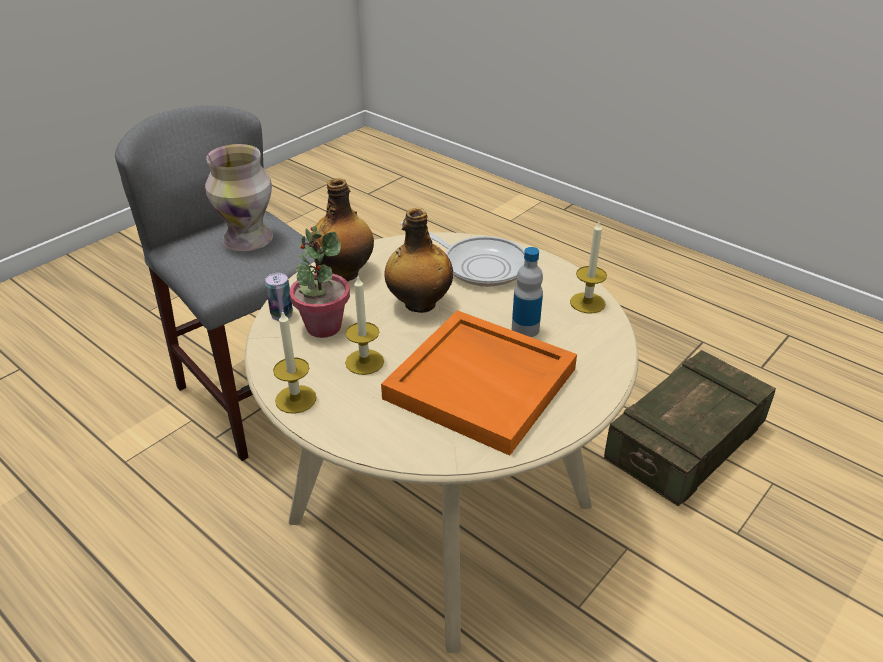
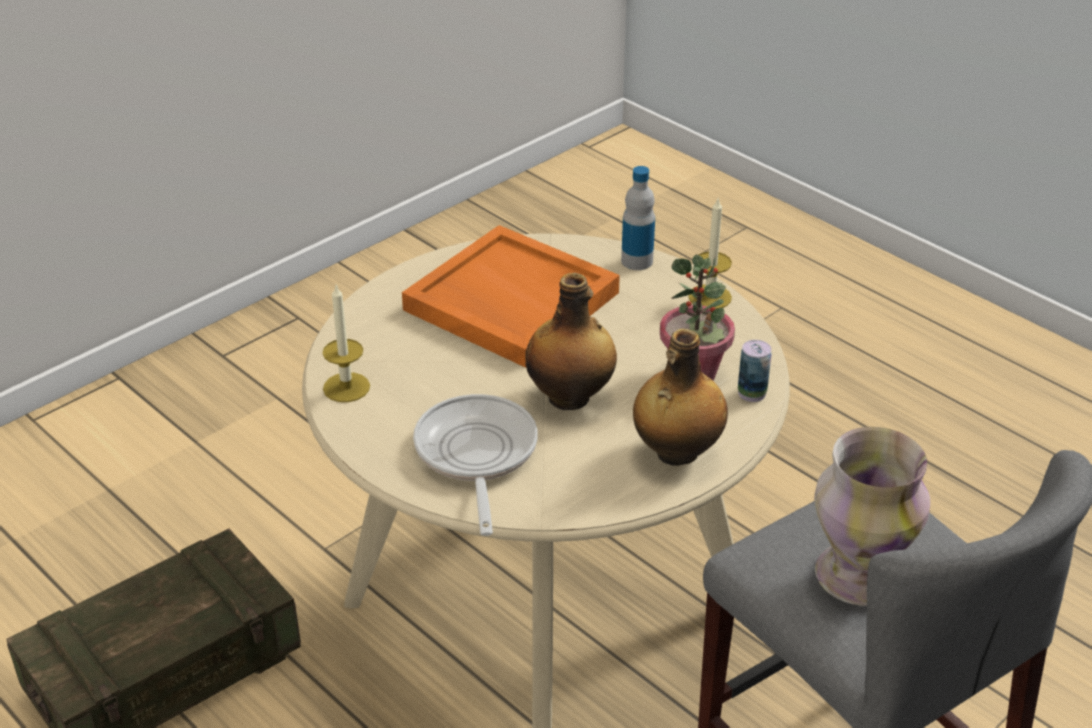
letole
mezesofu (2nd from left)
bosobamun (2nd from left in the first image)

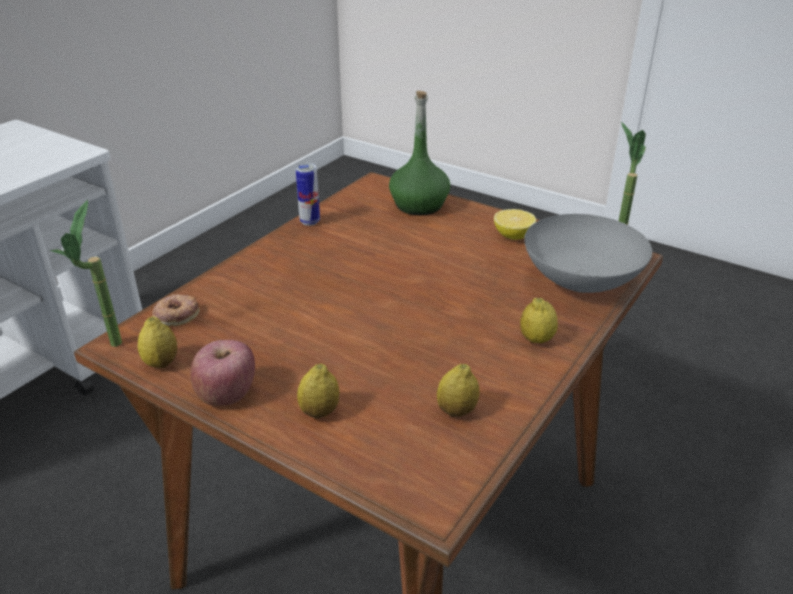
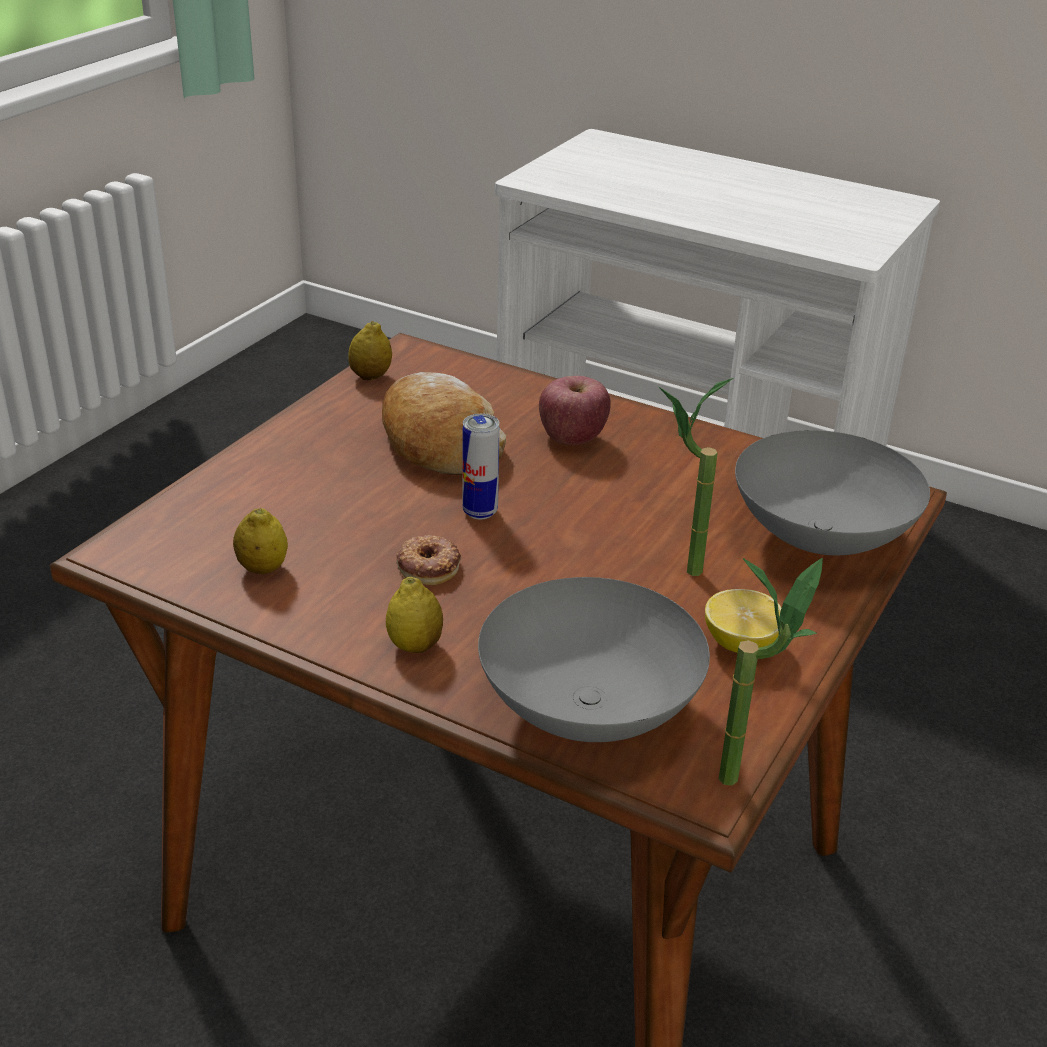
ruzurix
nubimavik
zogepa
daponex
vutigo (1st from left)
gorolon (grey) (2nd from left)
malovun (2nd from left in the first image)

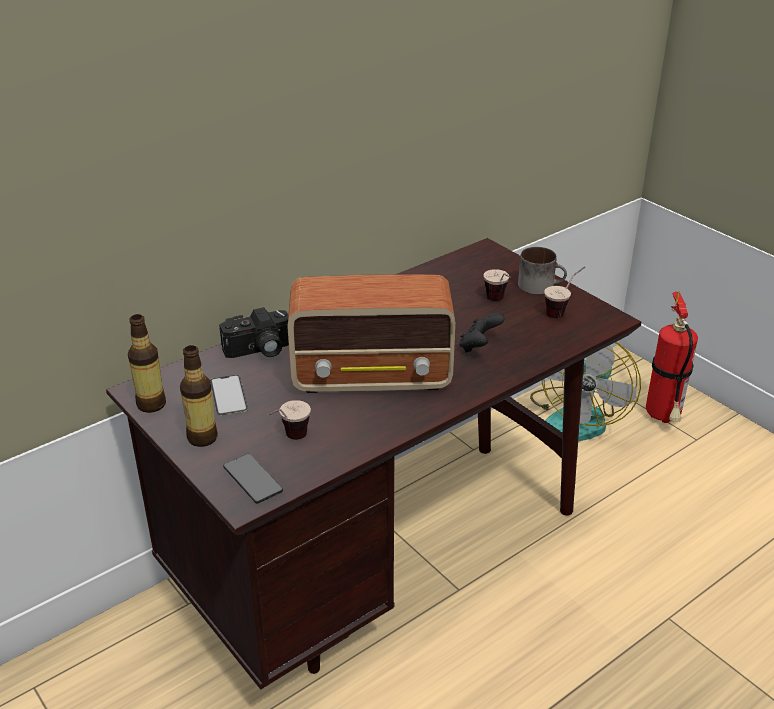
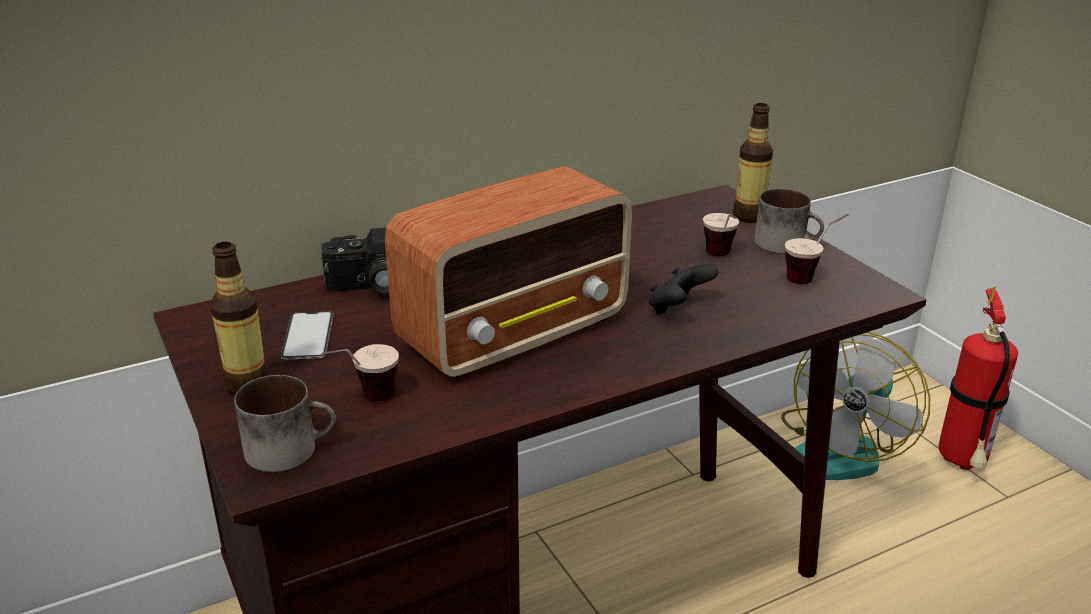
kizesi (1st from left)
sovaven
mezesofu (2nd from left)

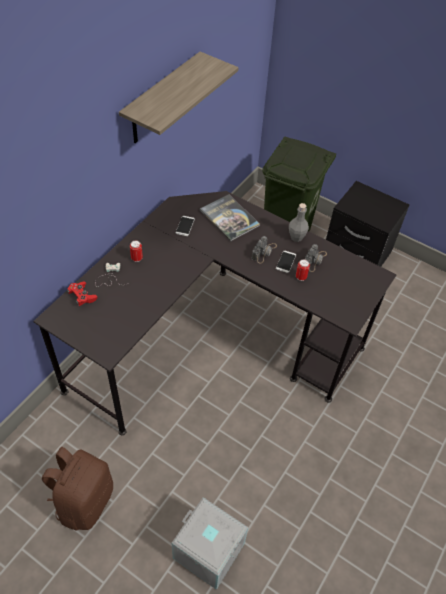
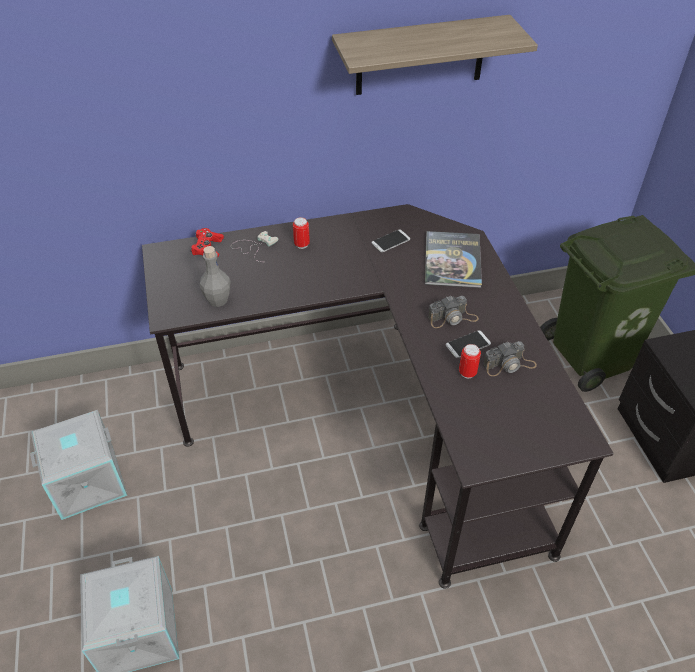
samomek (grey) (1st from left)
mezesofu (grey)

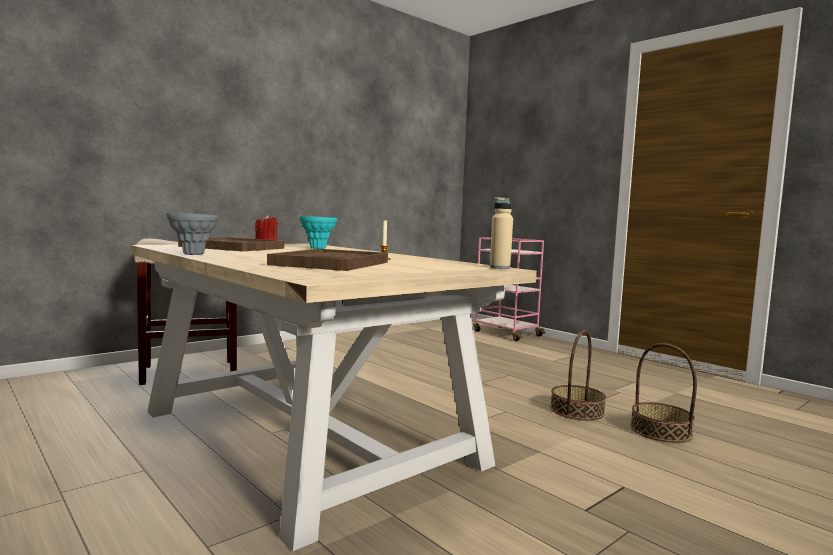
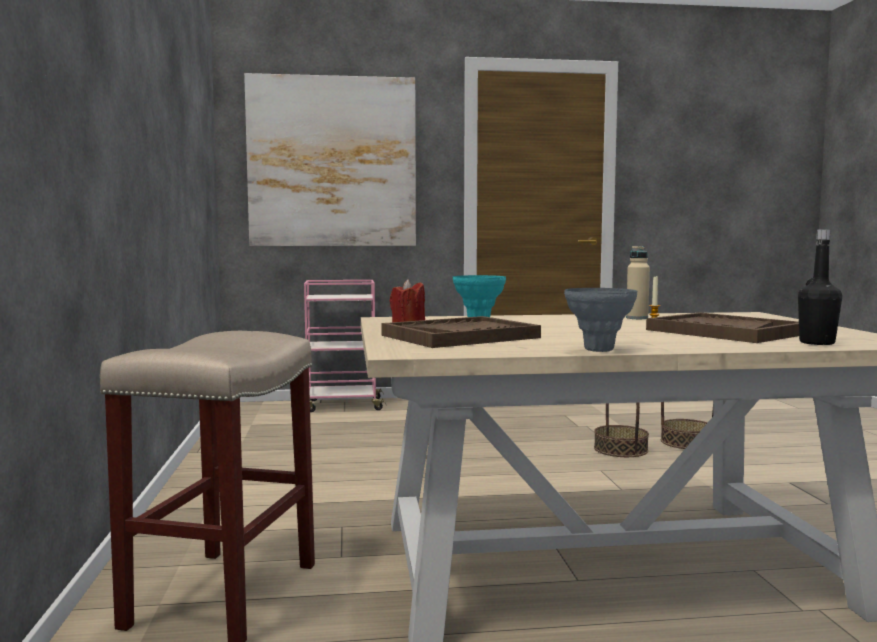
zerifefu
mezesofu (beige)
mezesofu (black)

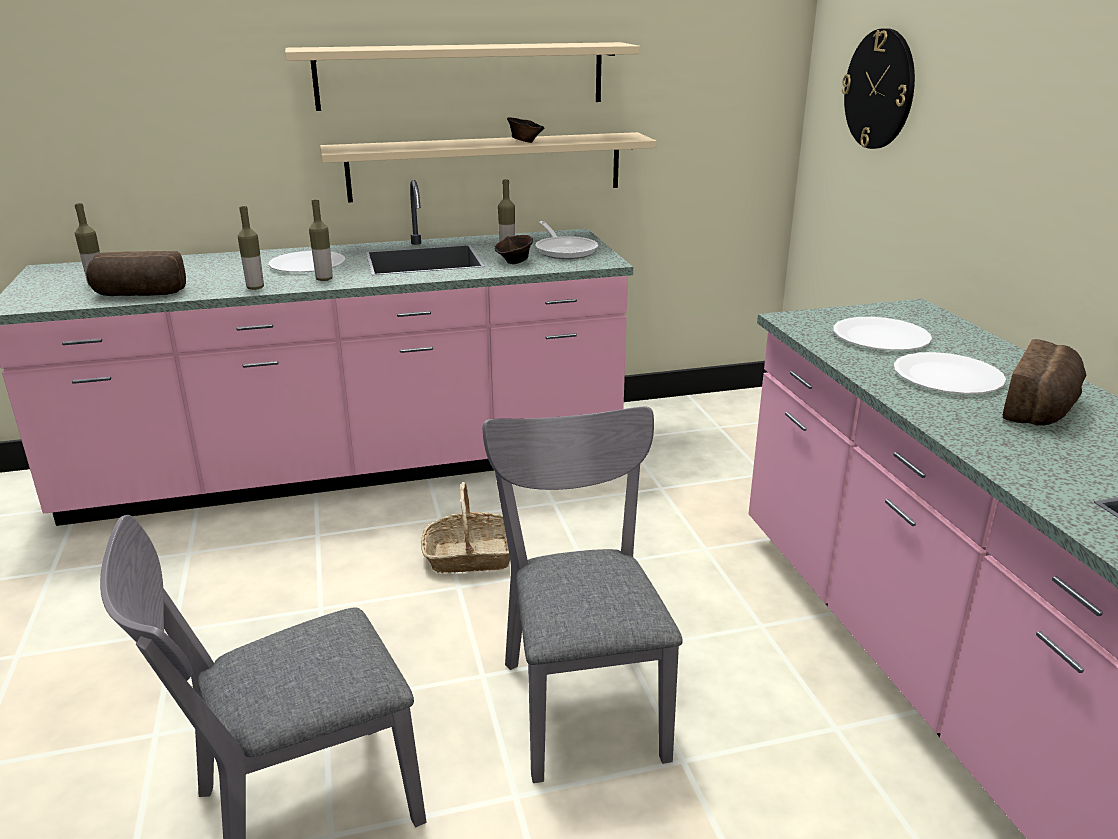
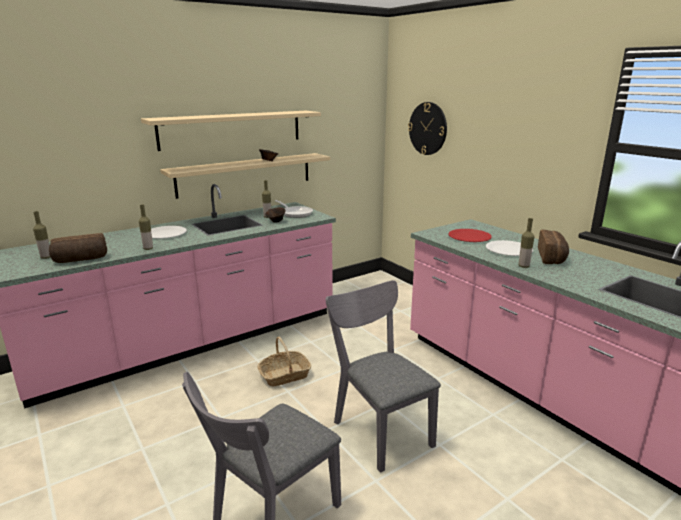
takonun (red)
mezesofu (4th from left)

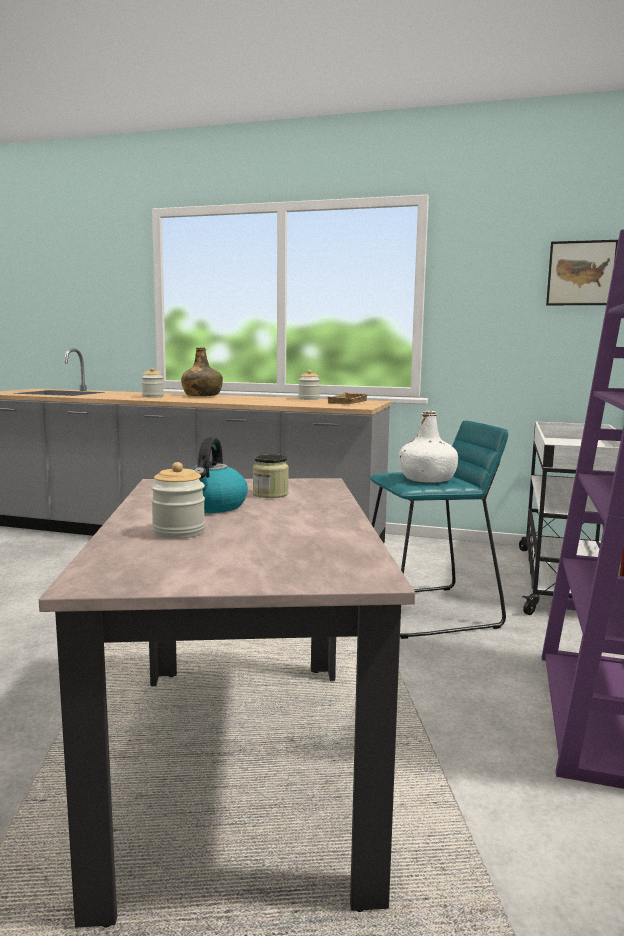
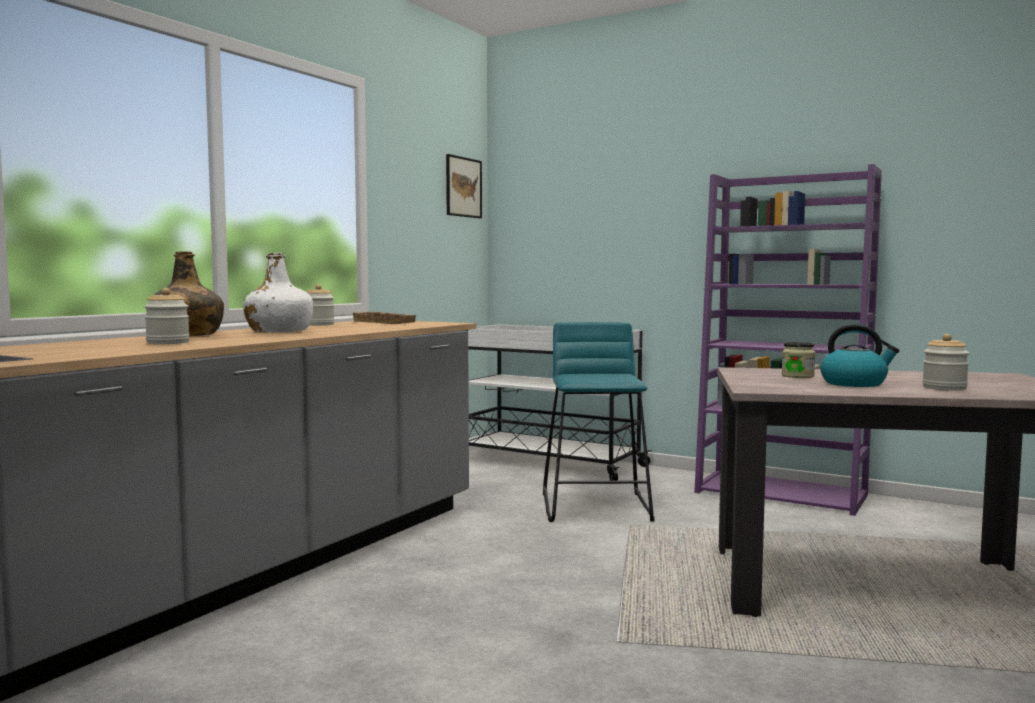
mezesofu (white)

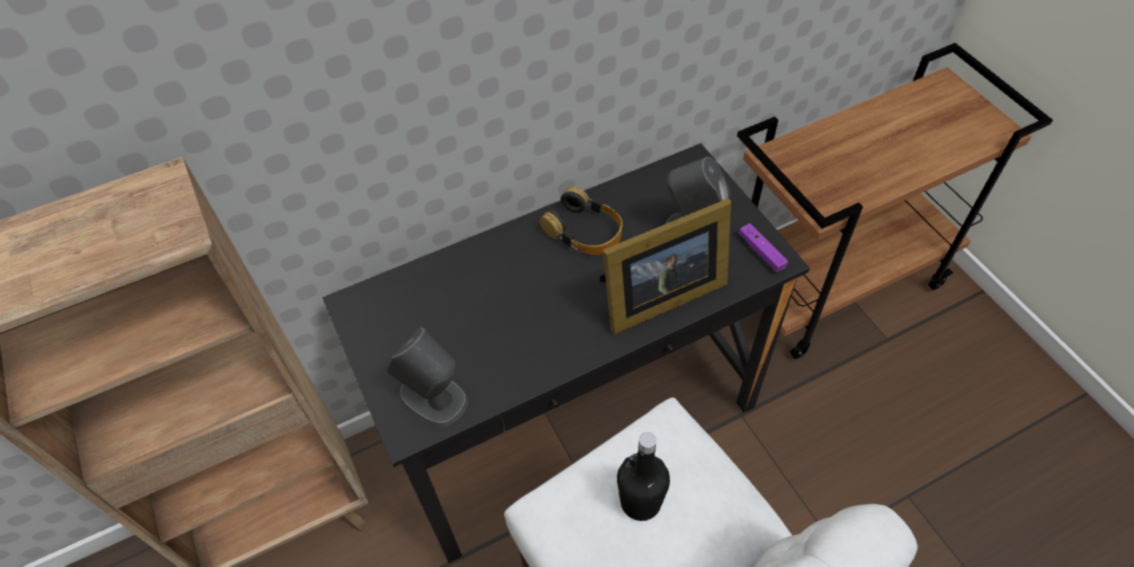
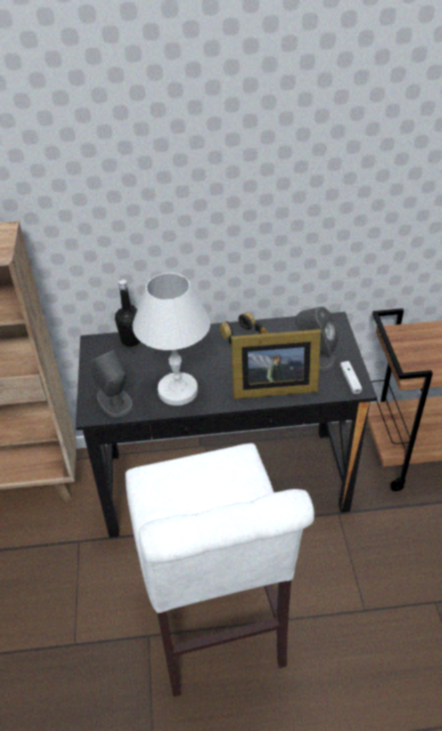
mezesofu (black)
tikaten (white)
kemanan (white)

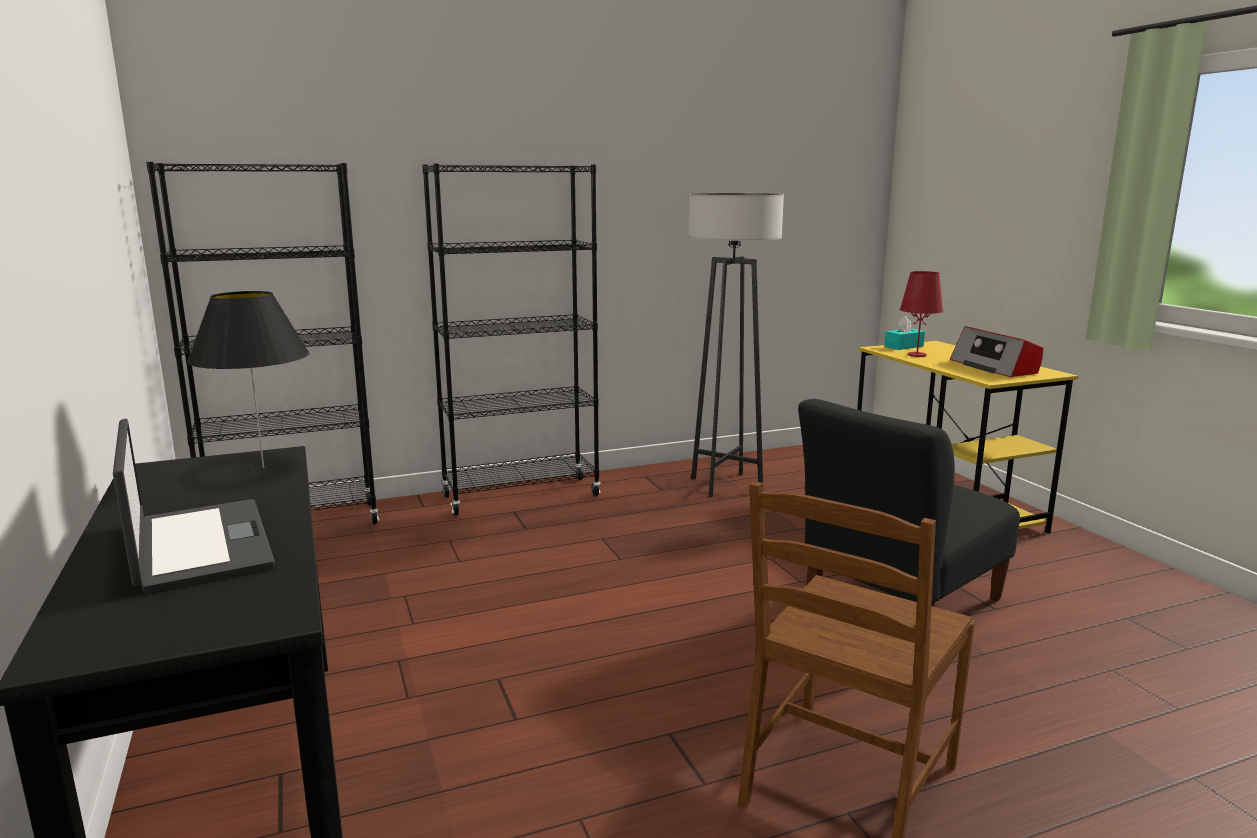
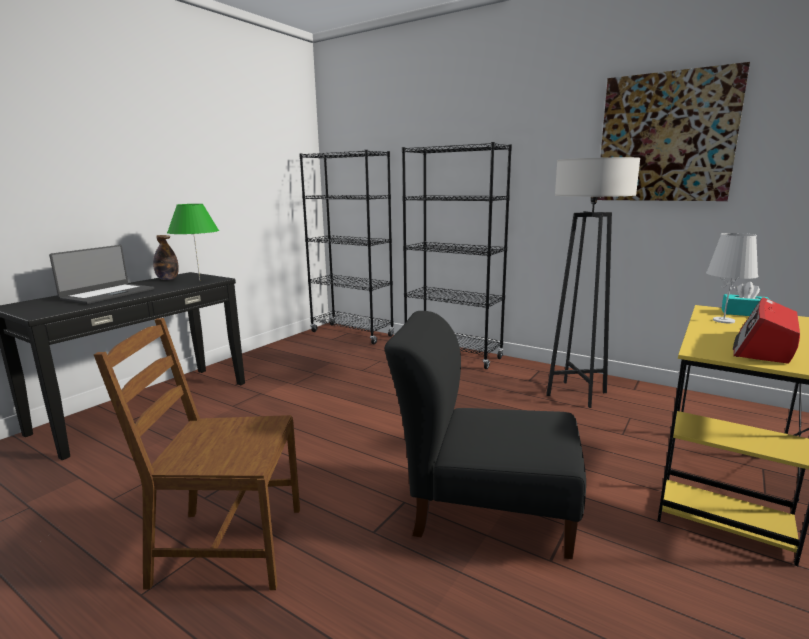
mezesofu
tikaten (green)
zerifefu
tikaten (white)

